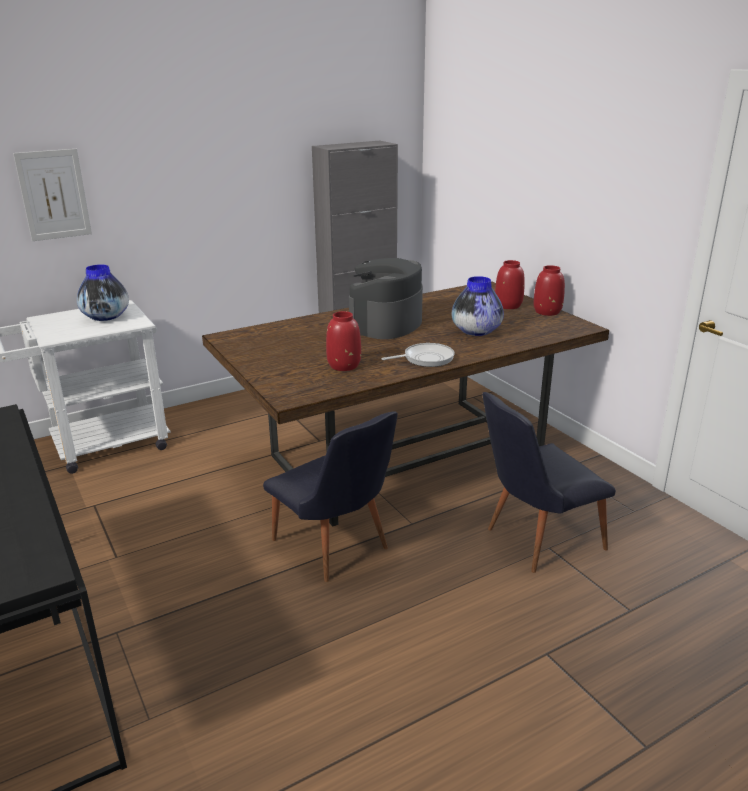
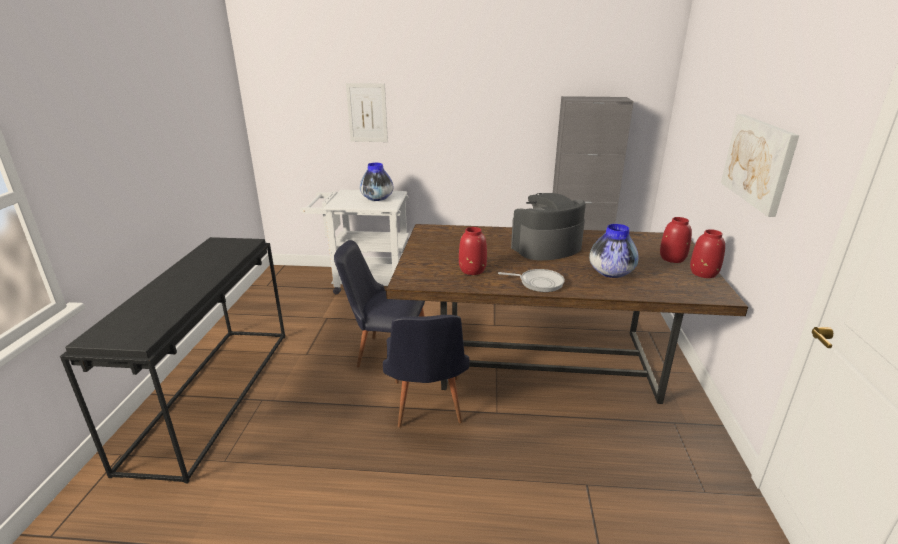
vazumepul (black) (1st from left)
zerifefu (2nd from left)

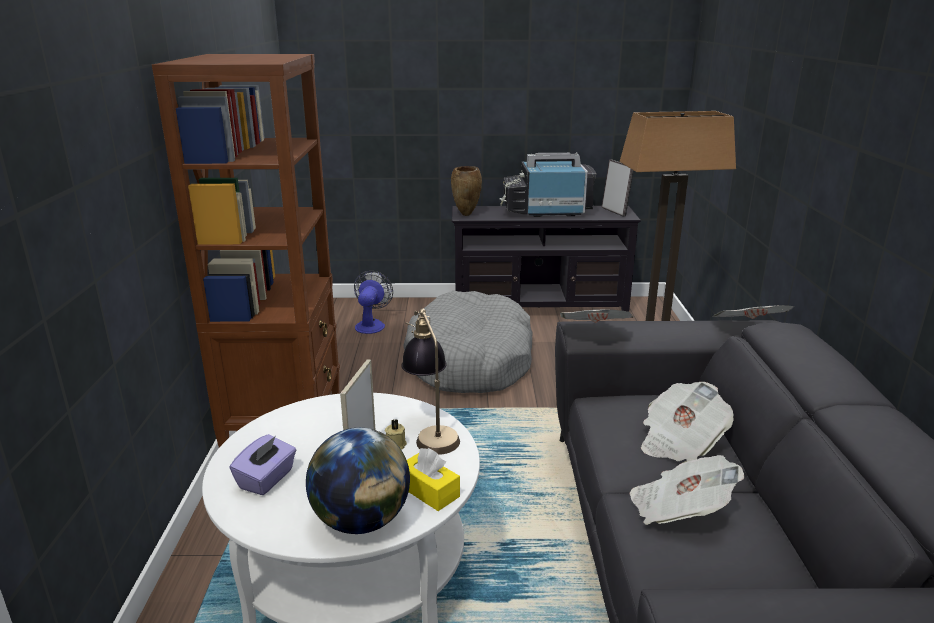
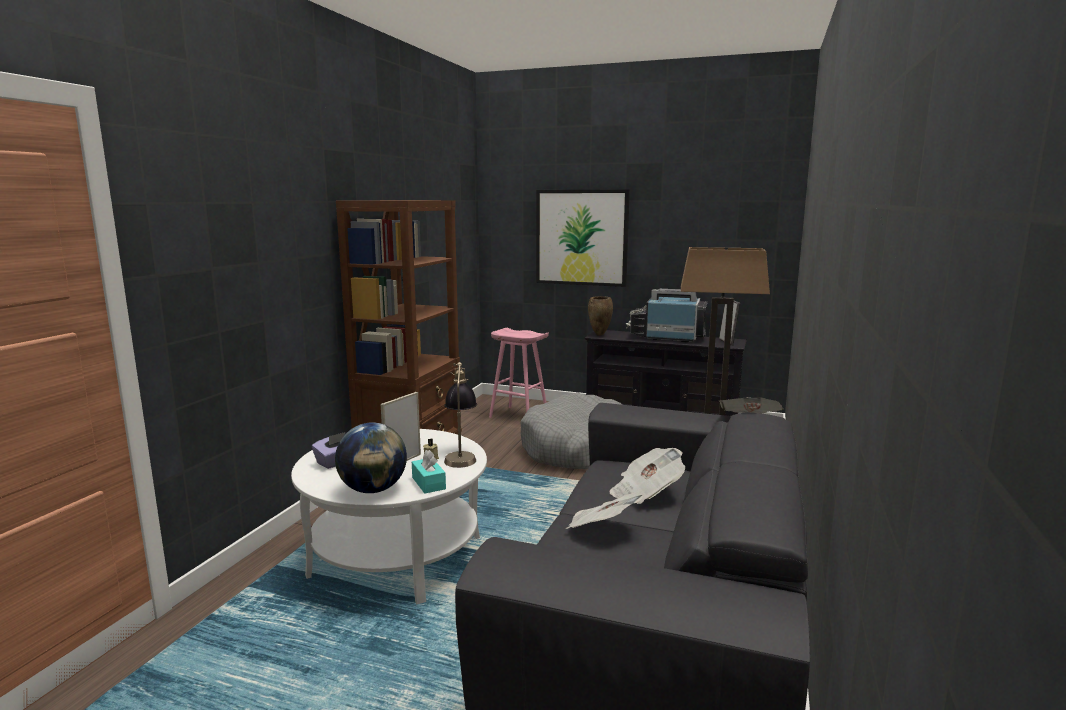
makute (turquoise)
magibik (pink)
zerifefu
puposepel (1st from left in the first image)

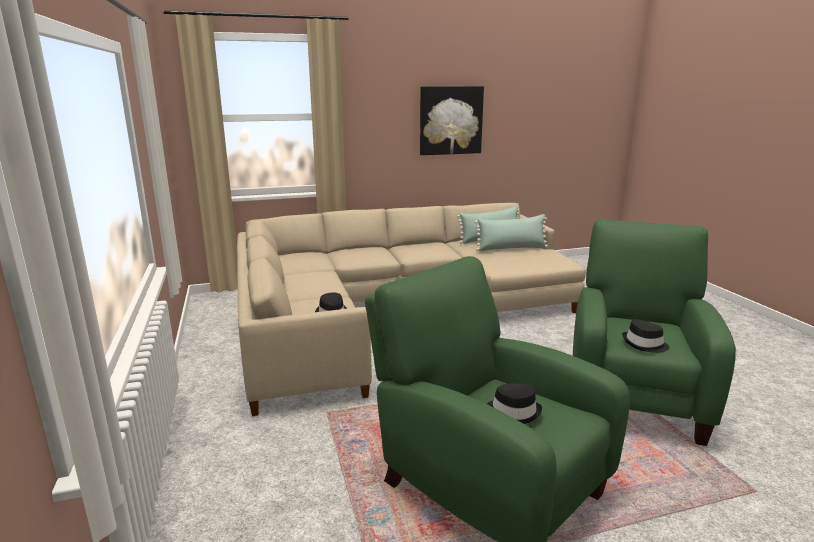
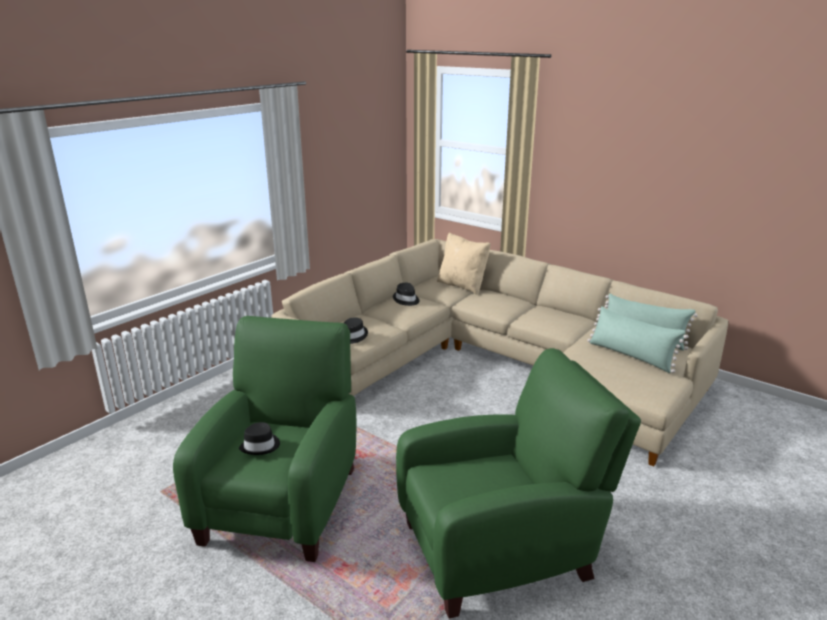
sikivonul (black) (3rd from left)
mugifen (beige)
zerifefu

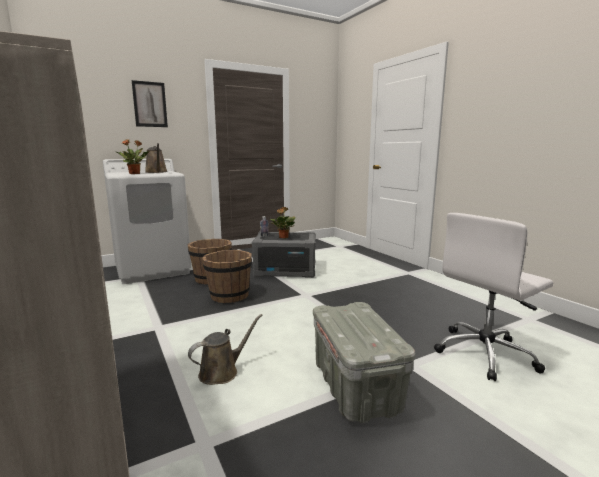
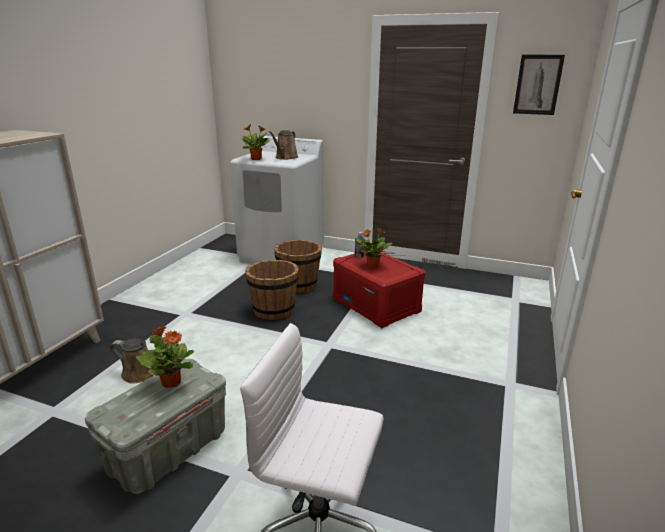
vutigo (1st from left)
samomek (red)
zerifefu

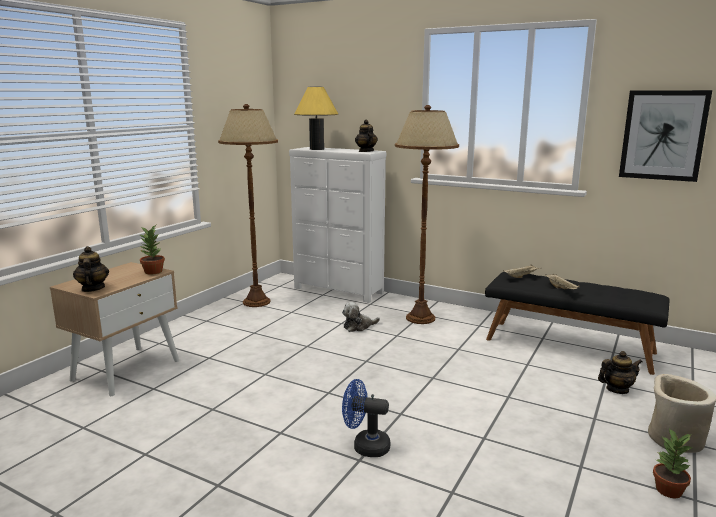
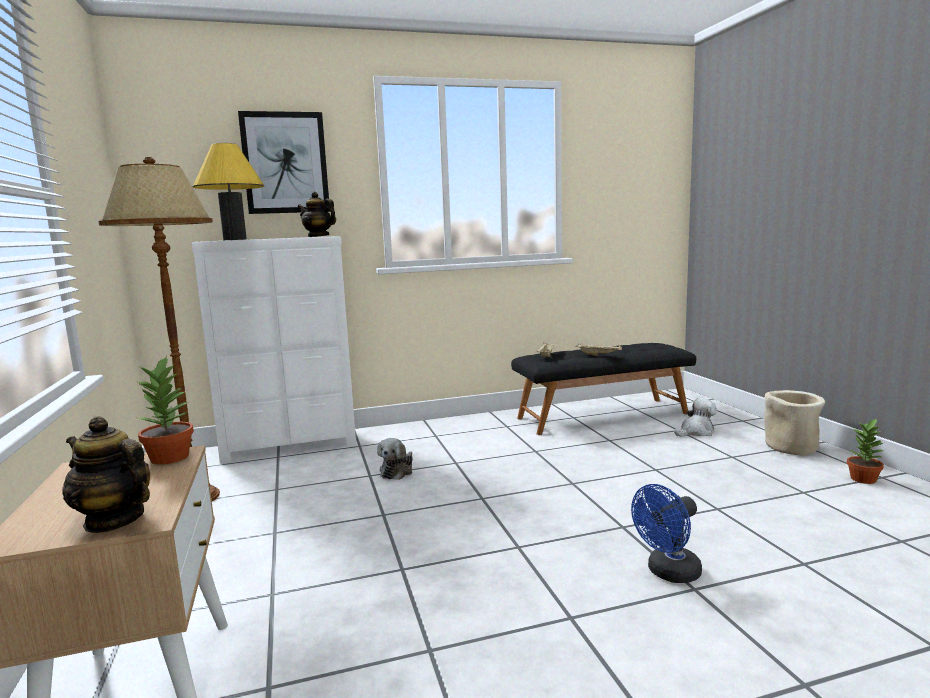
zerifefu
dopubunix (2nd from left)
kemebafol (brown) (2nd from left in the first image)

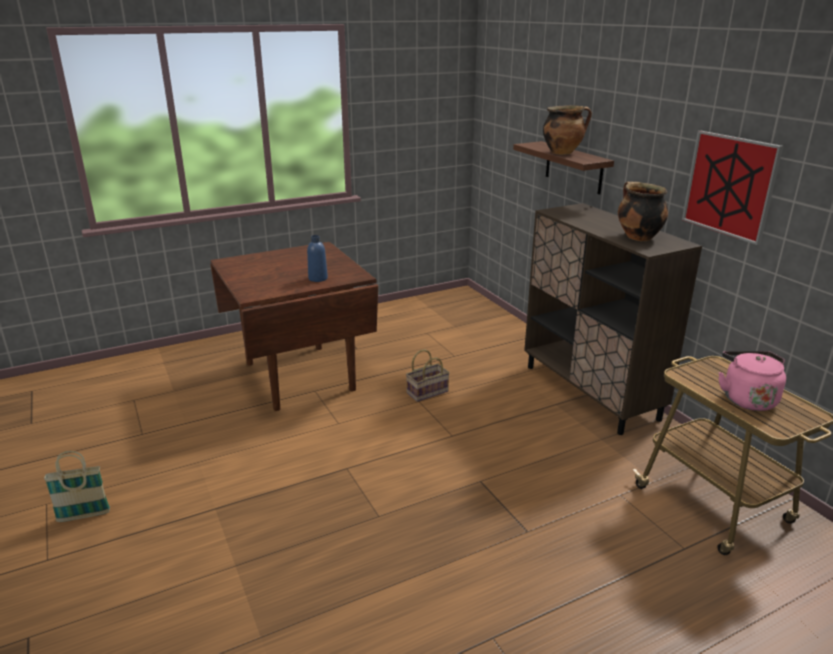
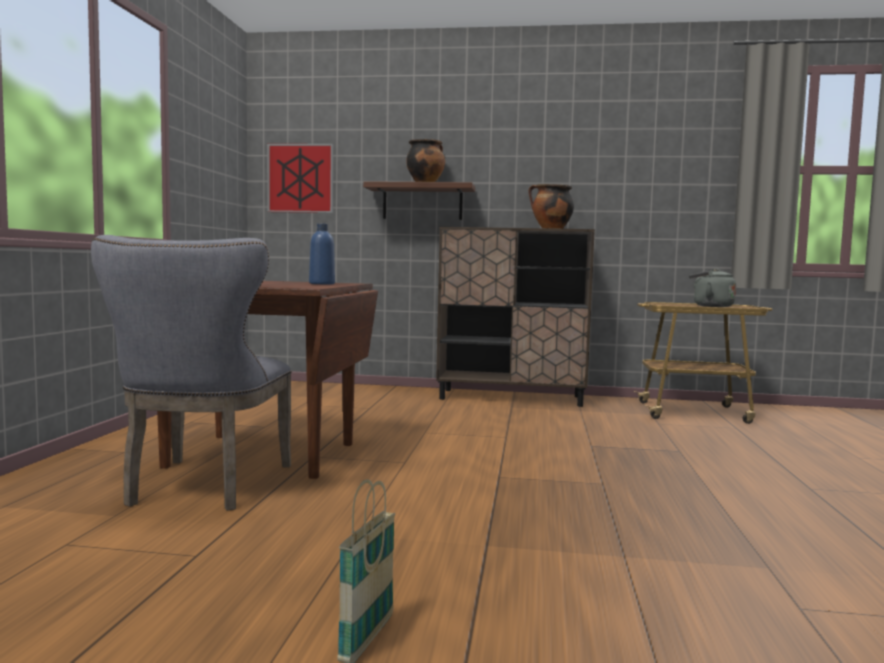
vazumepul (grey)
zerifefu
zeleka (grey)
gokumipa (2nd from left in the first image)

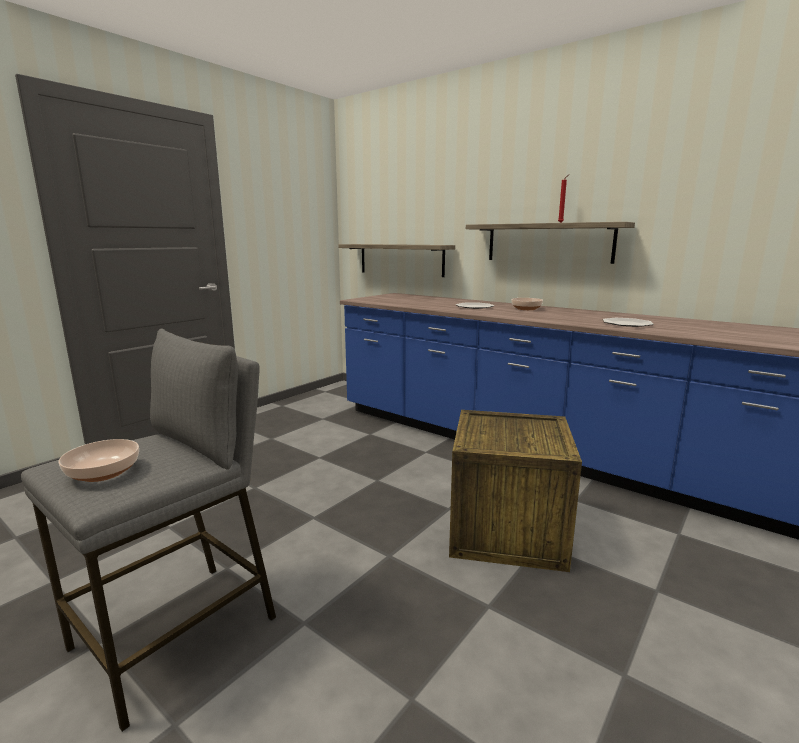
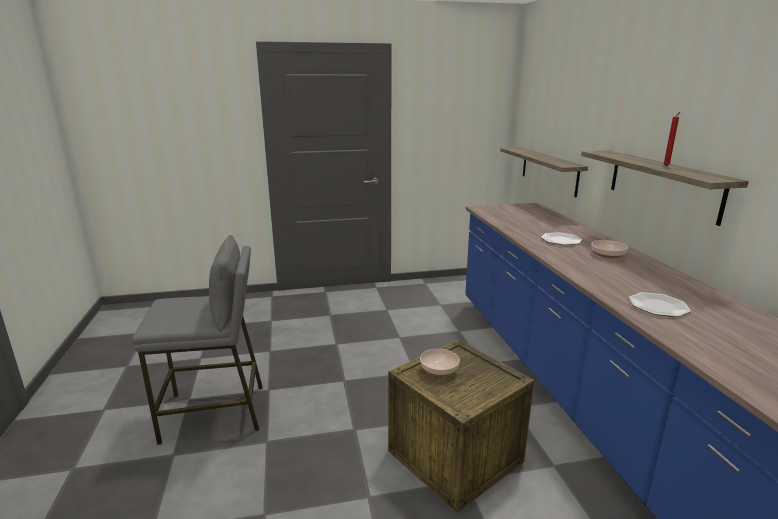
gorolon (1st from left)

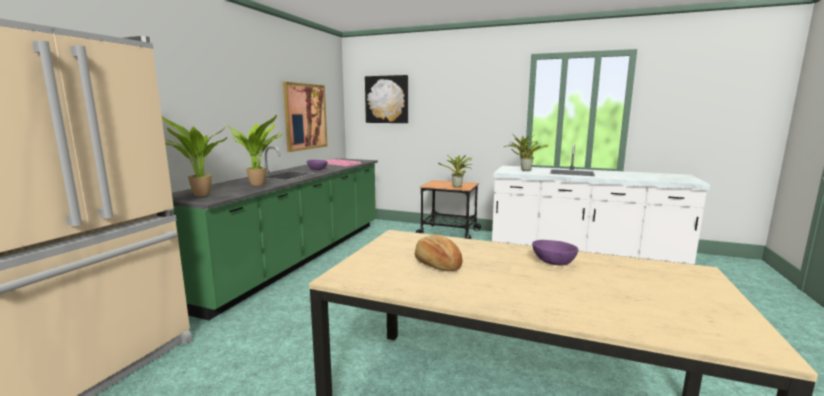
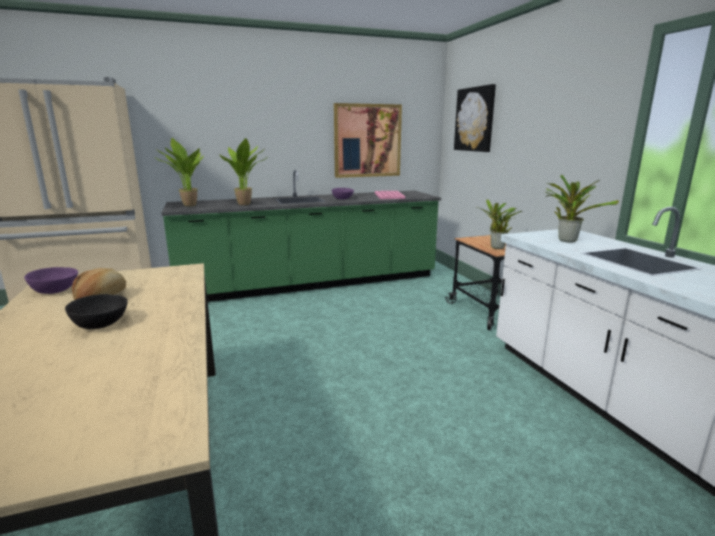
gorolon (purple) (1st from left)
gorolon (black)

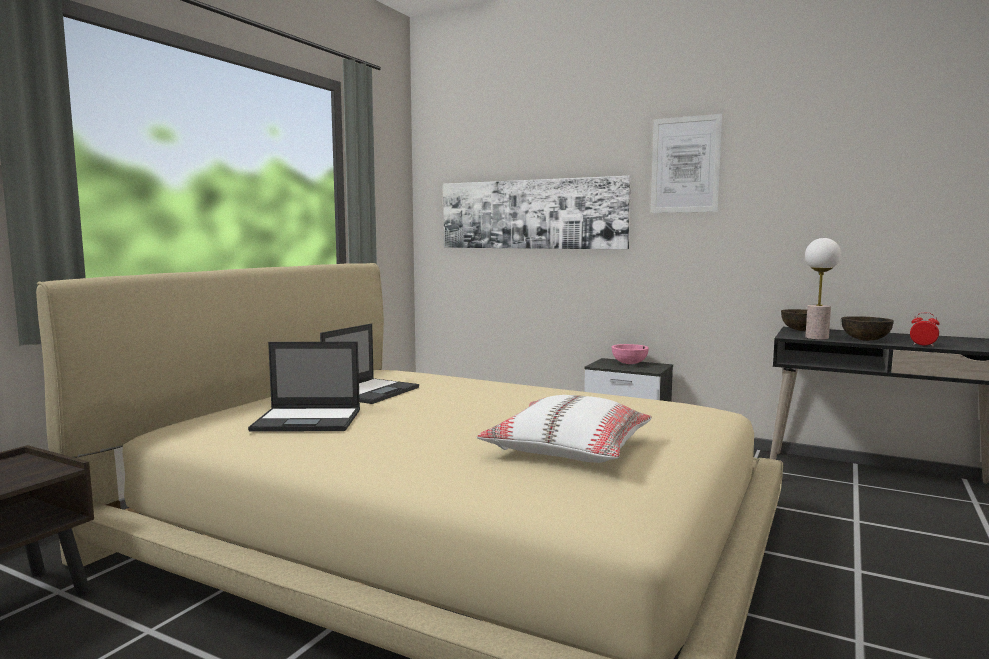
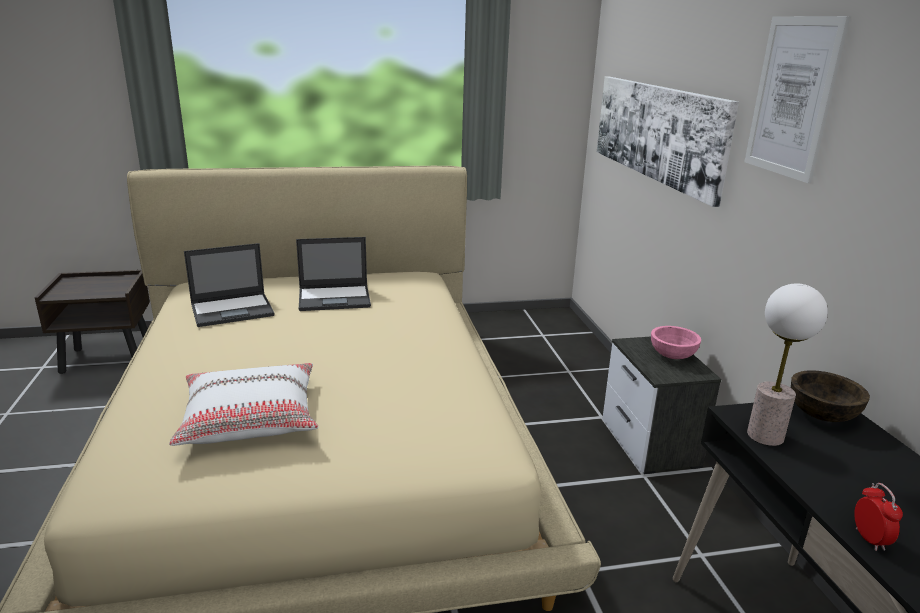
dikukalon (1st from left)
gorolon (brown) (2nd from left in the first image)

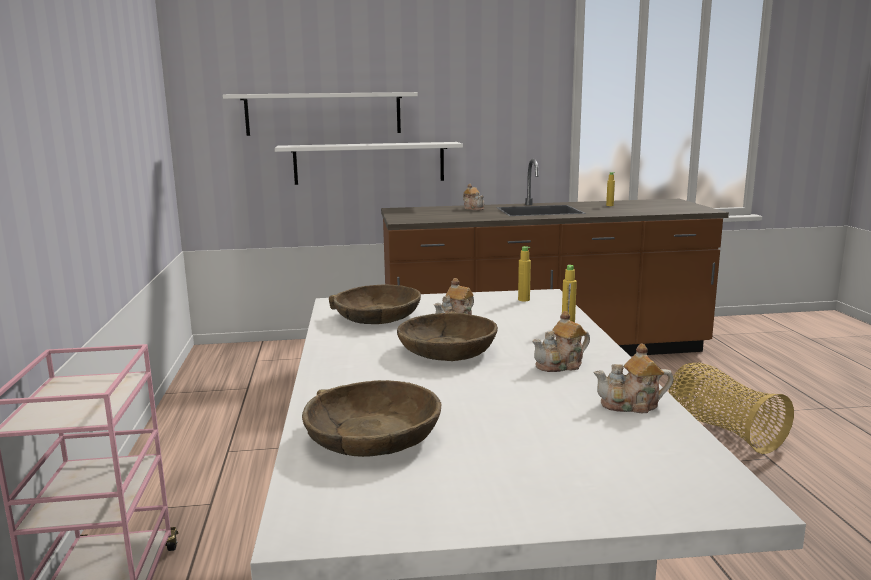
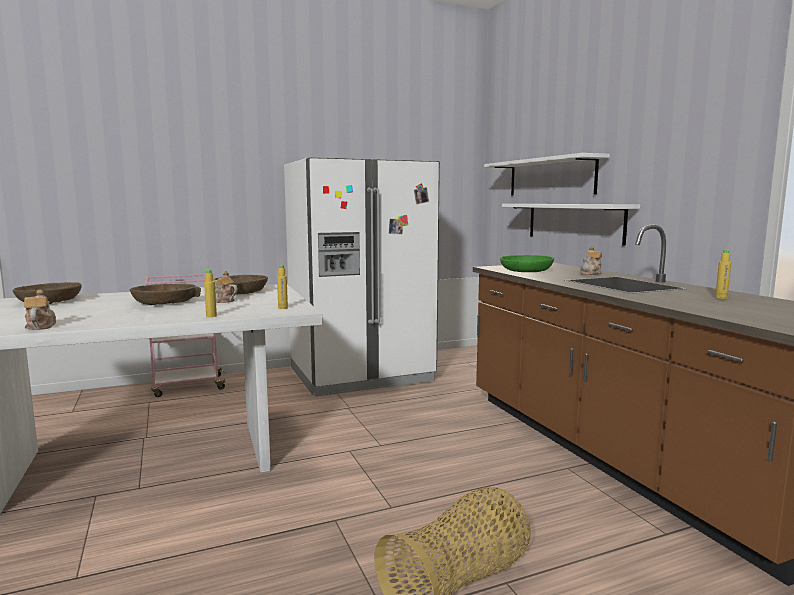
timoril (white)
gorolon (green)
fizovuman (3rd from left in the first image)

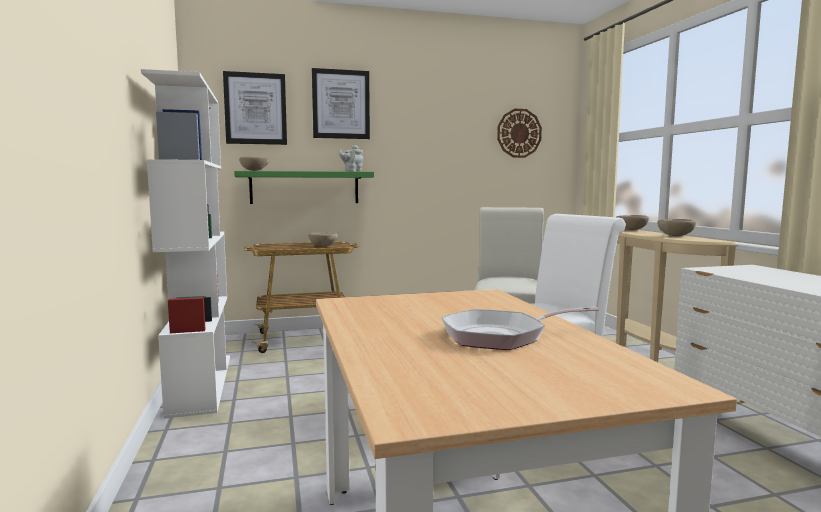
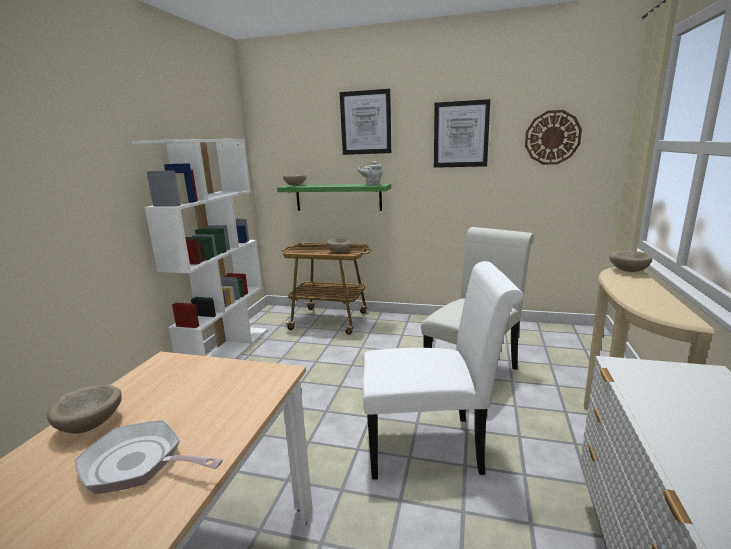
gorolon (beige) (1st from left)
zerifefu (2nd from left)

